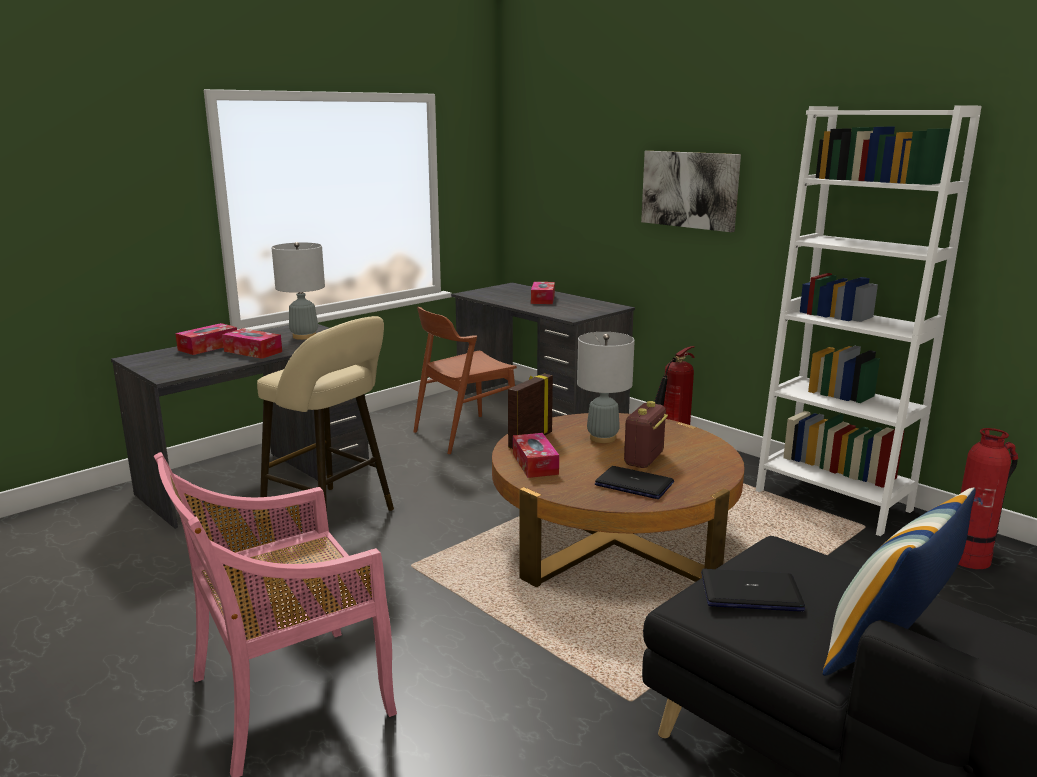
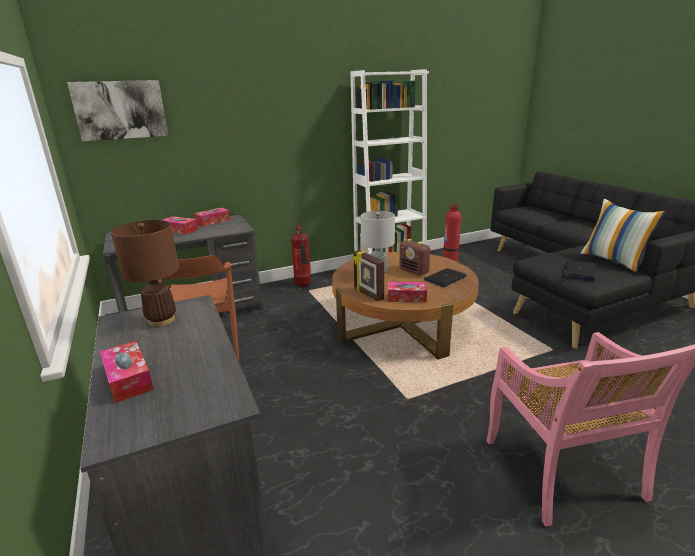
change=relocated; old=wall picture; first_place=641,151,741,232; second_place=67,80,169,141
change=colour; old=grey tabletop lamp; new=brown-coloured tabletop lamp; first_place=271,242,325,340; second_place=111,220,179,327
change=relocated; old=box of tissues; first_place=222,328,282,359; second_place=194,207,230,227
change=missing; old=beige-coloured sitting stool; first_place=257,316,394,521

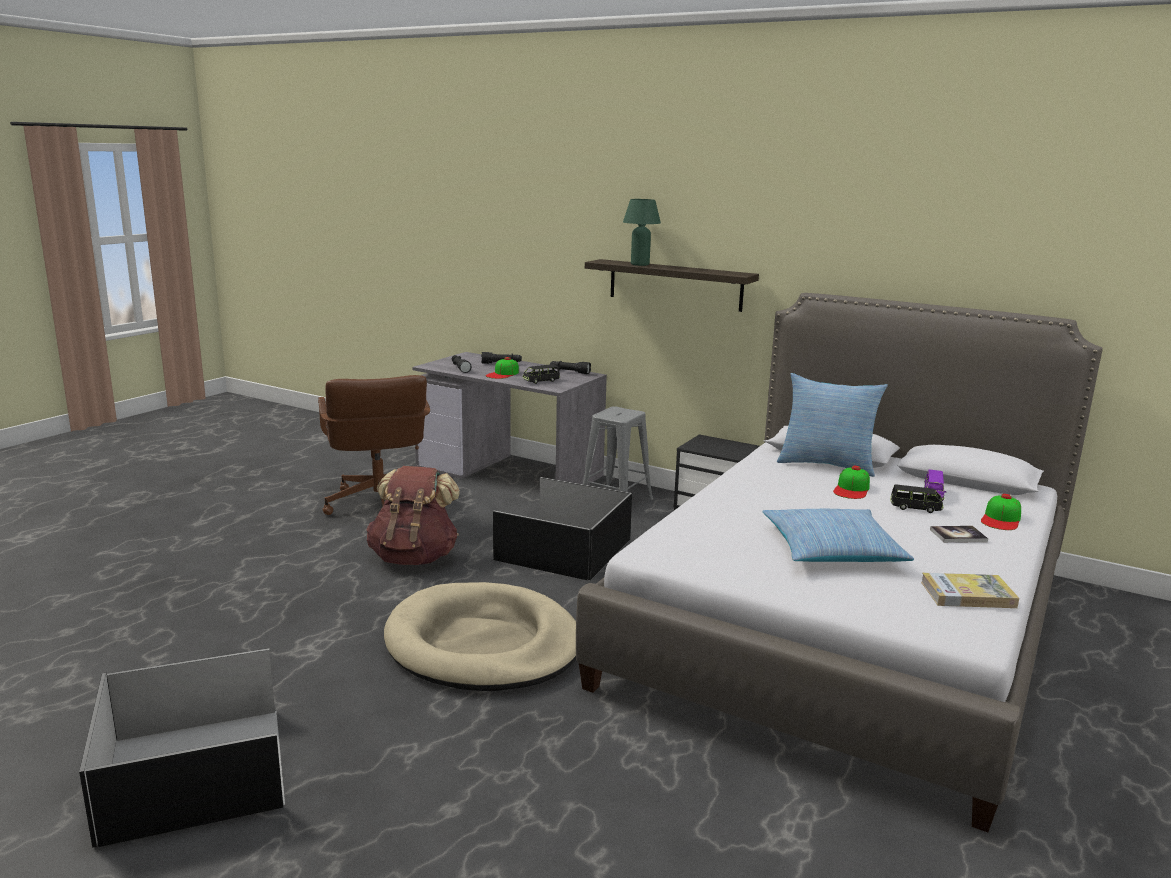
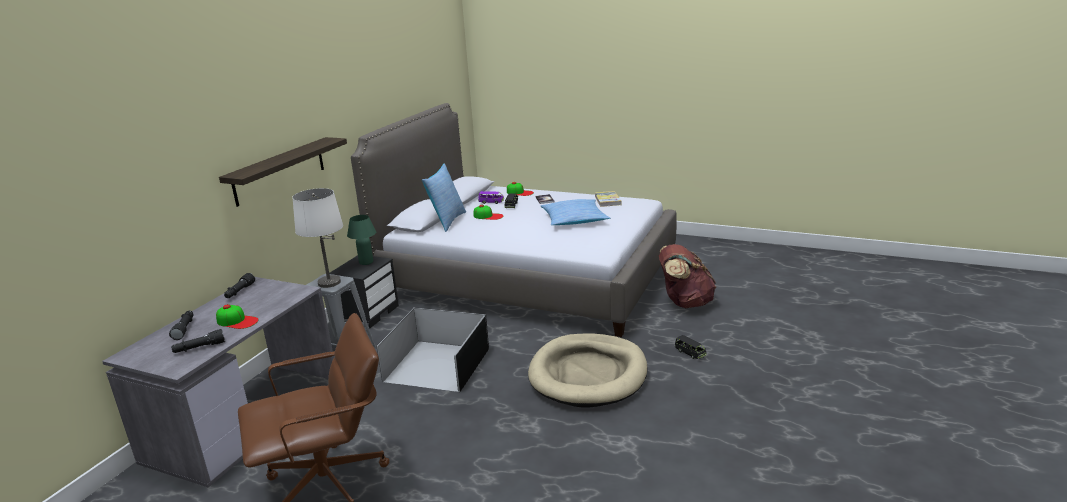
change=appeared; new=white-coloured tabletop lamp; second_place=292,188,343,288
change=relocated; old=greenish tabletop lamp; first_place=623,199,661,266; second_place=347,215,376,265
change=relocated; old=brown-coloured backpack; first_place=367,466,460,565; second_place=659,244,716,308
change=relocated; old=black miniature car; first_place=522,364,560,384; second_place=675,335,707,359
change=missing; old=black storage box; first_place=79,648,285,848

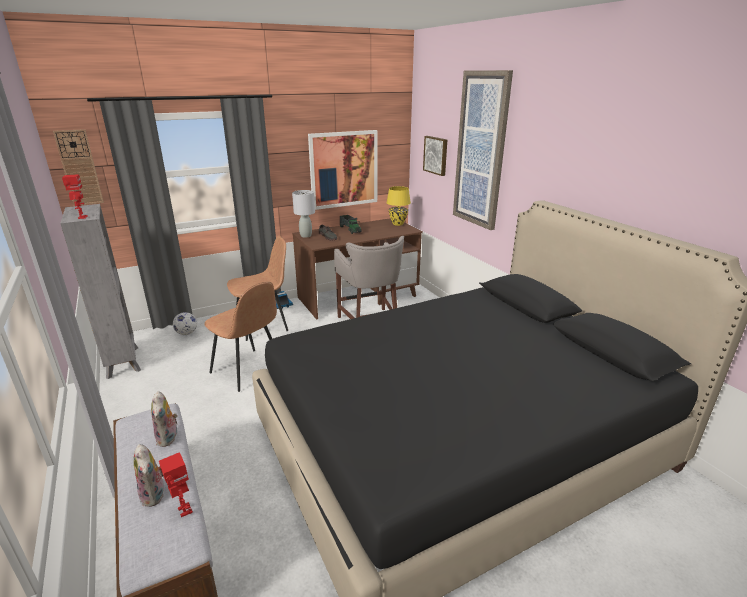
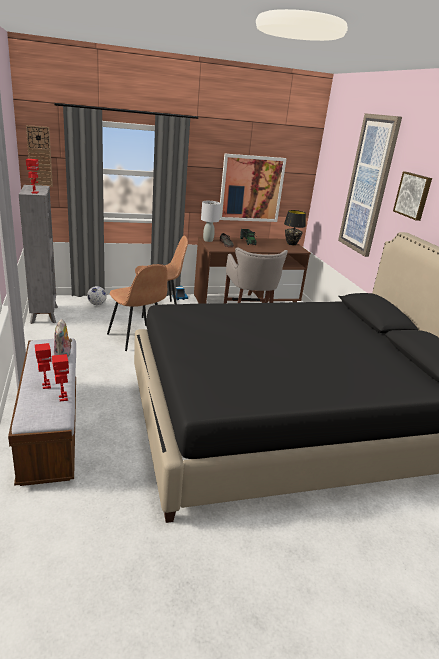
change=exchanged; old=soft toy; new=model robot; first_place=134,444,164,507; second_place=35,343,51,389
change=colour; old=yellow tabletop lamp; new=black tabletop lamp; first_place=386,186,411,226; second_place=284,210,306,245
change=relocated; old=wall picture; first_place=423,136,447,176; second_place=393,172,432,221

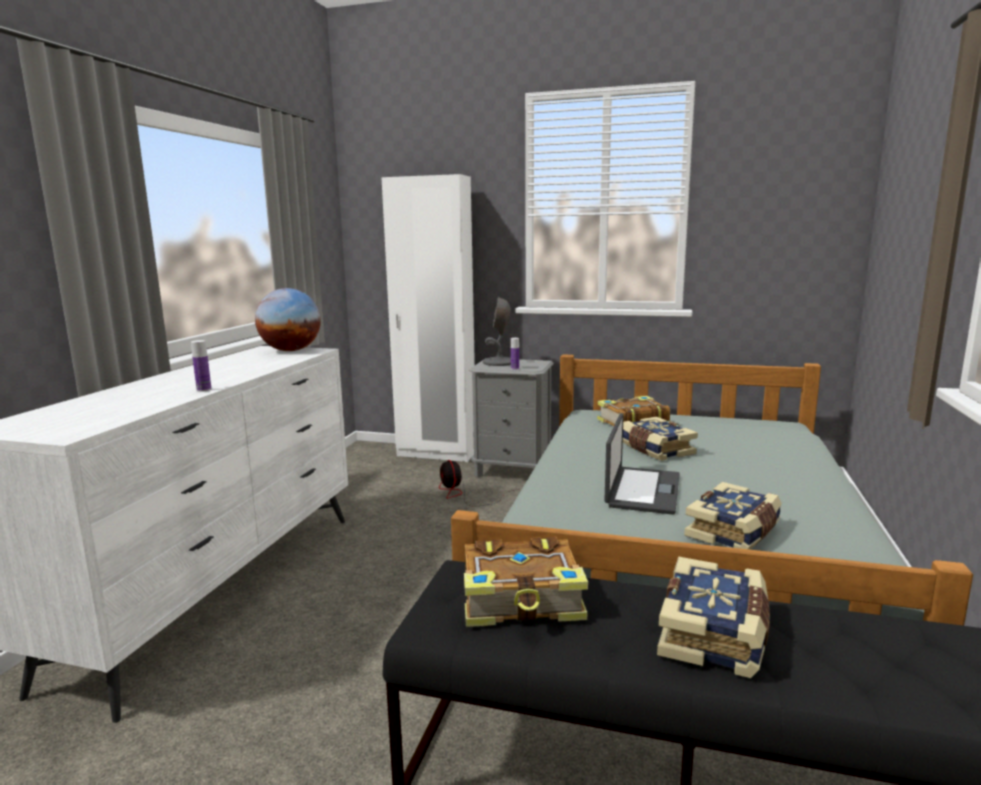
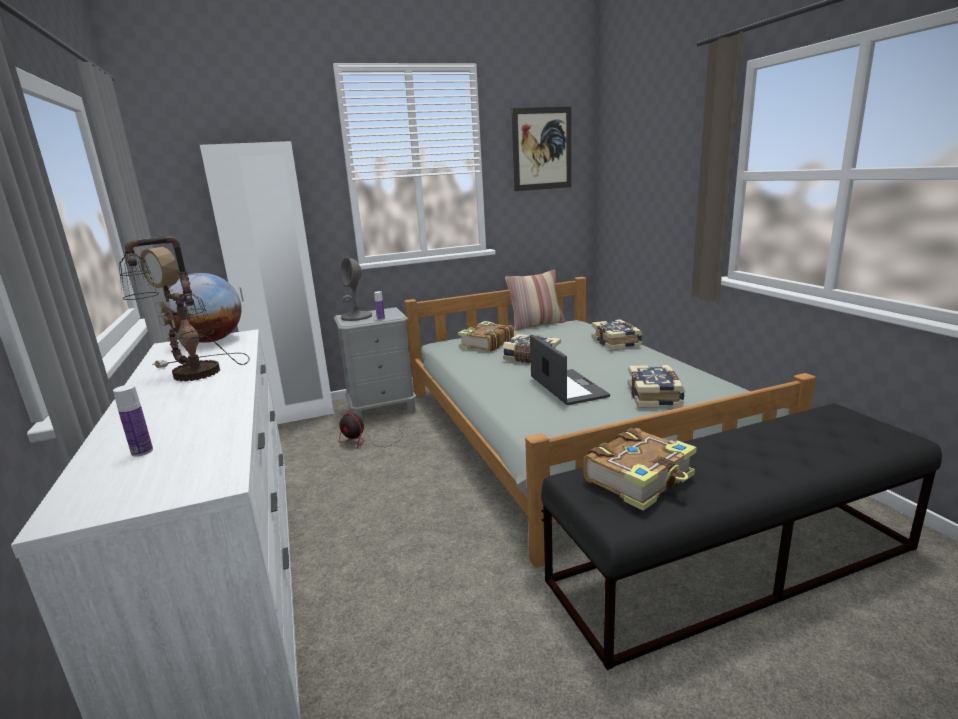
change=relocated; old=drink bottle; first_place=191,340,211,392; second_place=113,385,153,457
change=appeared; new=tabletop lamp; second_place=119,236,249,381
change=appeared; new=throw pillow; second_place=505,270,565,331
change=appeared; new=wall picture; second_place=512,106,571,191
change=relocated; old=bound book; first_place=657,557,770,678; second_place=592,319,643,350

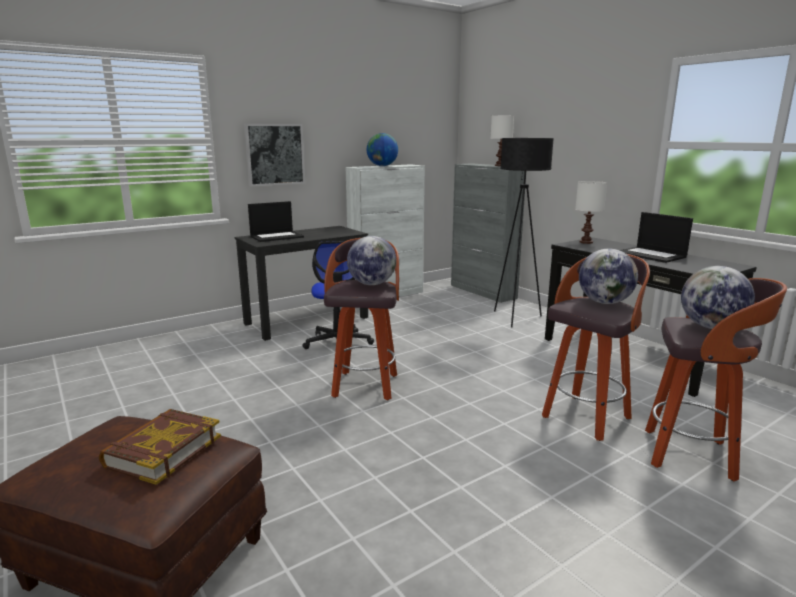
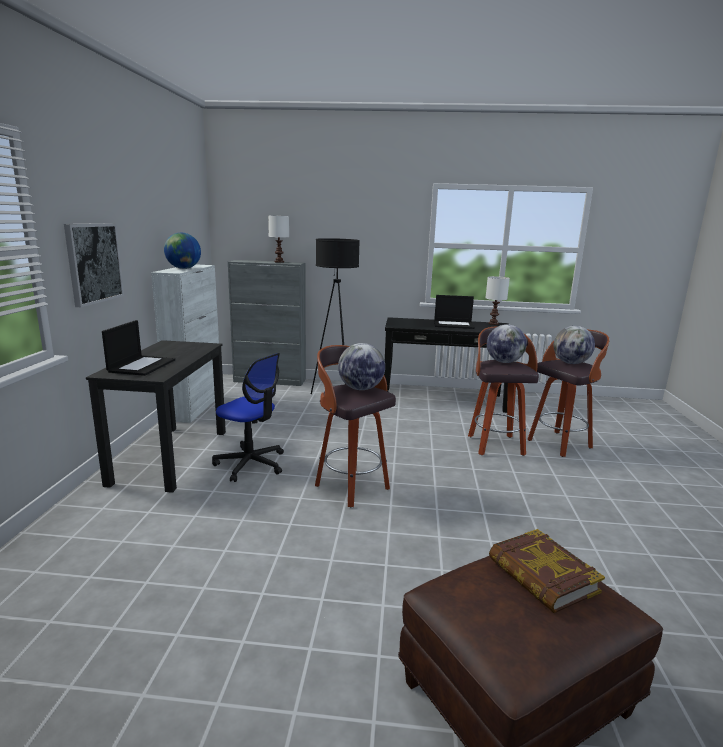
change=relocated; old=white-coloured tabletop lamp; first_place=575,181,607,244; second_place=486,276,510,325

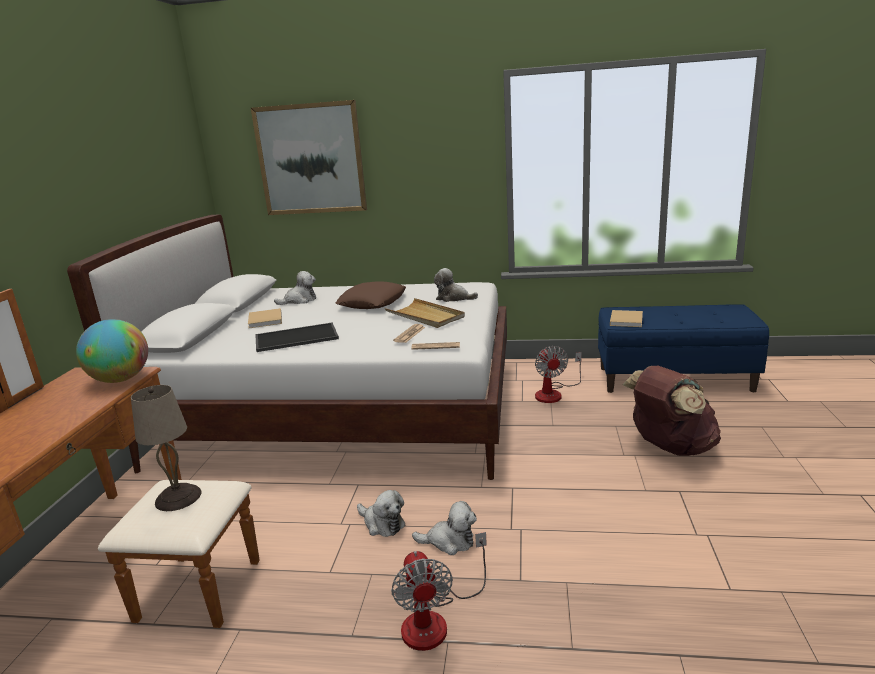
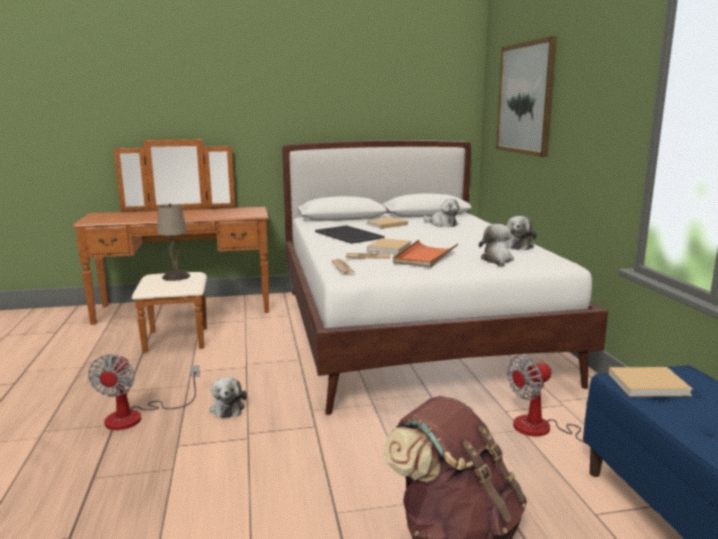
change=spun; old=cooling fan; first_place=391,532,487,651; second_place=88,354,200,430; degrees=-60
change=appeared; new=beige-coloured bound book; second_place=367,238,411,254
change=colour; old=beige-coloured serving tray; new=orangey serving tray; first_place=385,298,465,328; second_place=393,240,458,268
change=relocated; old=soft toy; first_place=357,490,406,537; second_place=507,216,537,250
change=missing; old=desk globe; first_place=76,319,148,383
change=missing; old=brown-coloured throw pillow; first_place=335,281,406,309

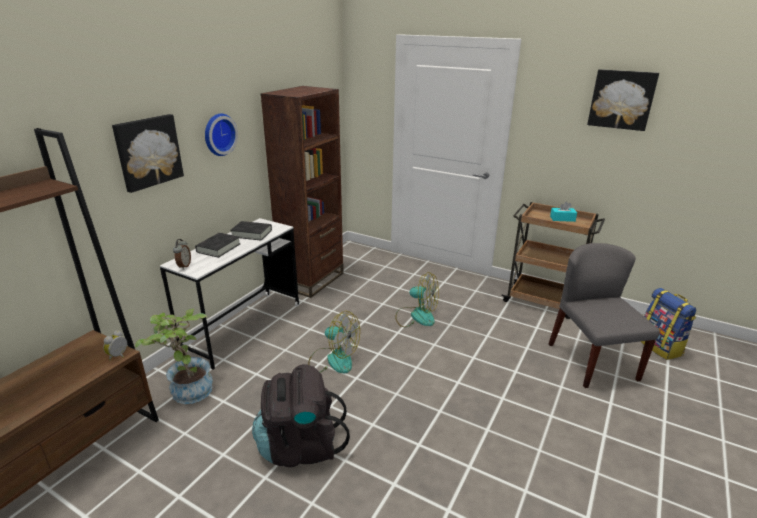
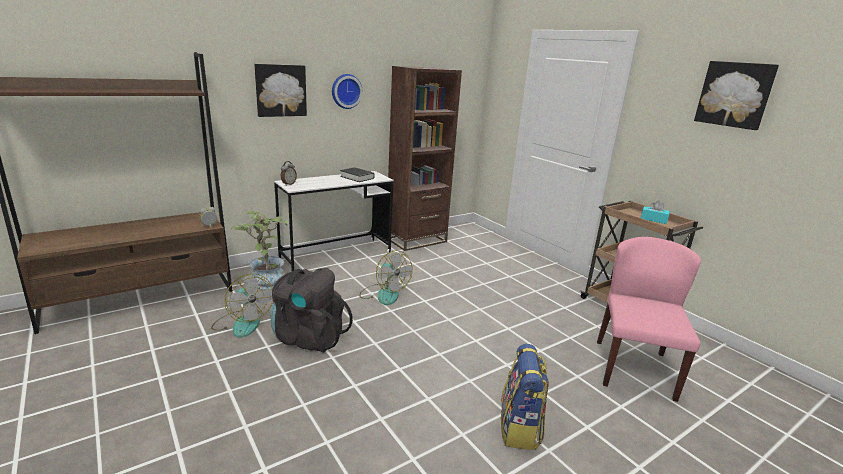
change=relocated; old=cooling fan; first_place=395,272,439,327; second_place=211,274,273,338
change=relocated; old=backpack; first_place=640,288,696,360; second_place=501,344,549,450
change=colour; old=grey plain chair; new=pink plain chair; first_place=549,243,660,388; second_place=597,237,701,402
change=missing; old=black bound book; first_place=195,233,241,258

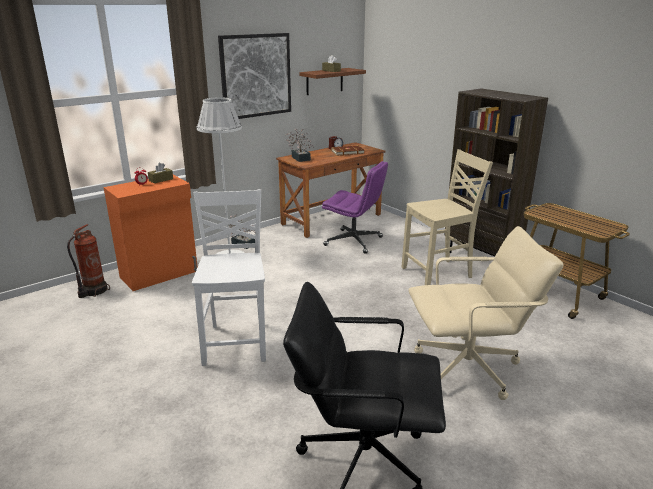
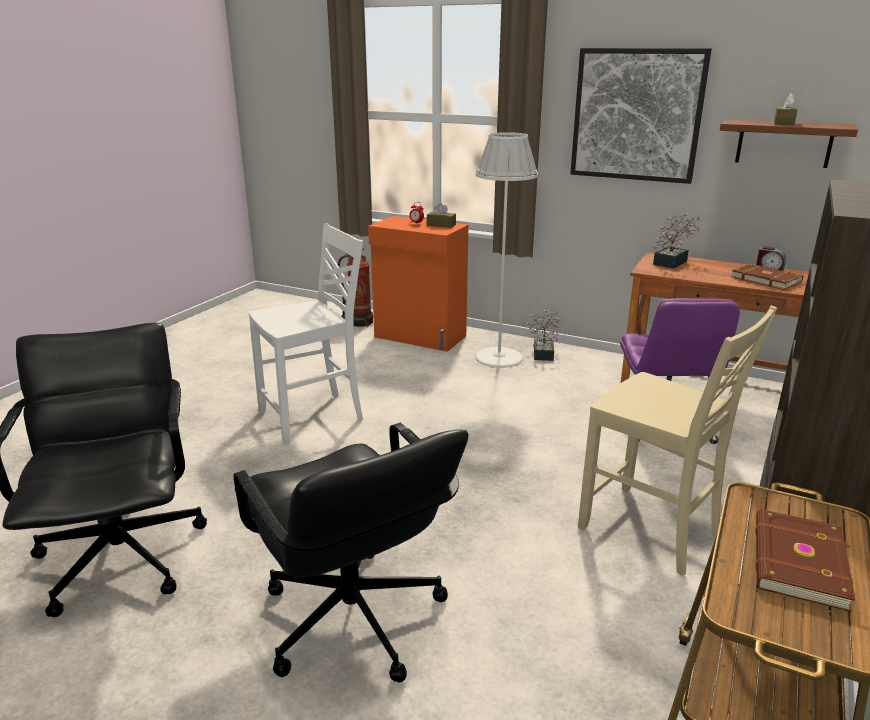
change=colour; old=beige-coloured office chair; new=black office chair; first_place=409,226,564,400; second_place=234,423,469,683
change=appeared; new=brown-coloured bound book; second_place=755,509,856,612

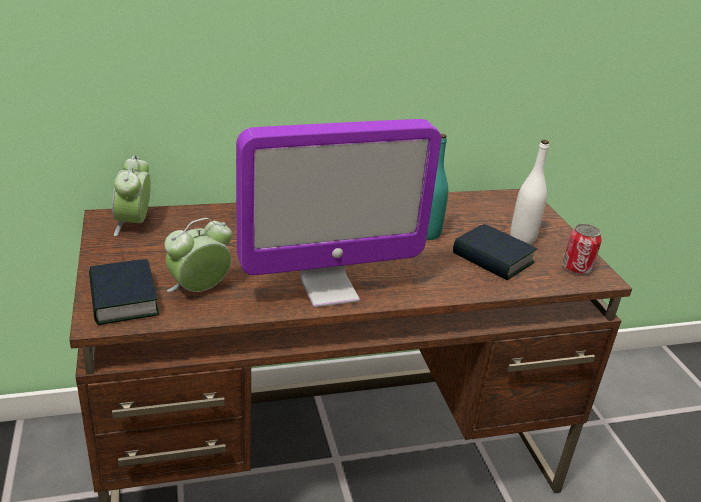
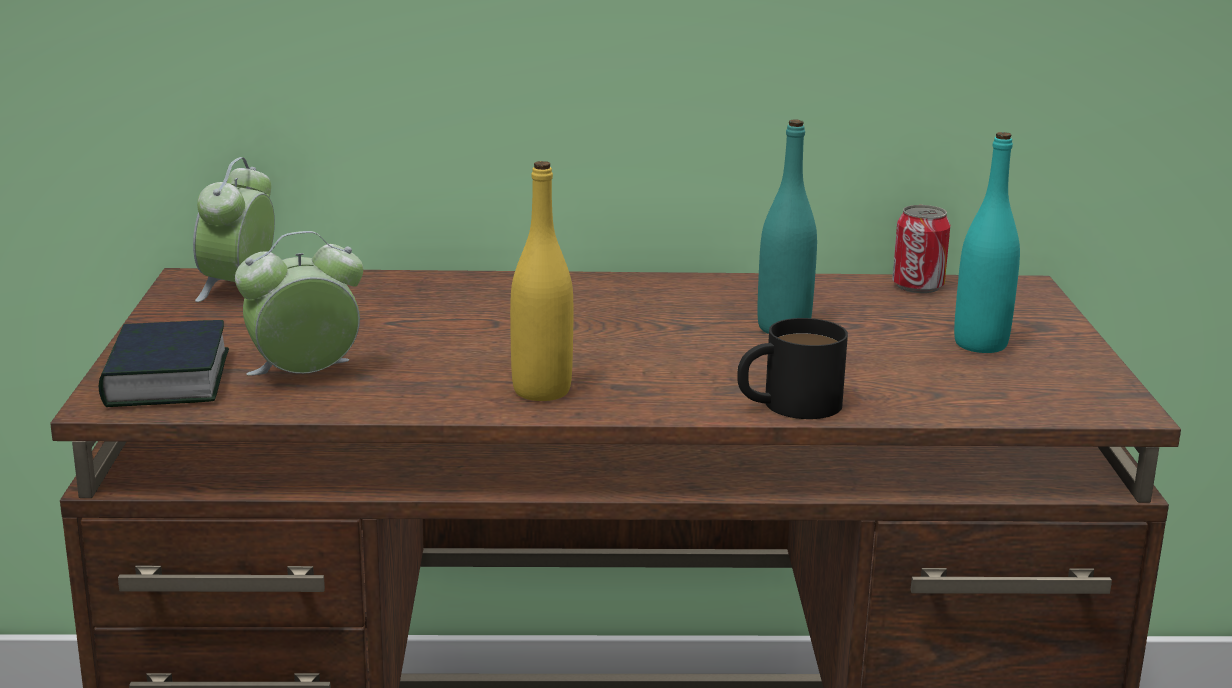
change=exchanged; old=computer display; new=yellow drink bottle; first_place=236,119,441,308; second_place=510,161,573,401
change=appeared; new=black coffee mug; second_place=737,318,848,419
change=relocated; old=can; first_place=563,224,602,275; second_place=892,205,950,293
change=colour; old=white-coloured drink bottle; new=turquoise-coloured drink bottle; first_place=510,140,549,244; second_place=954,132,1020,353
change=missing; old=bound book; first_place=453,224,537,280

